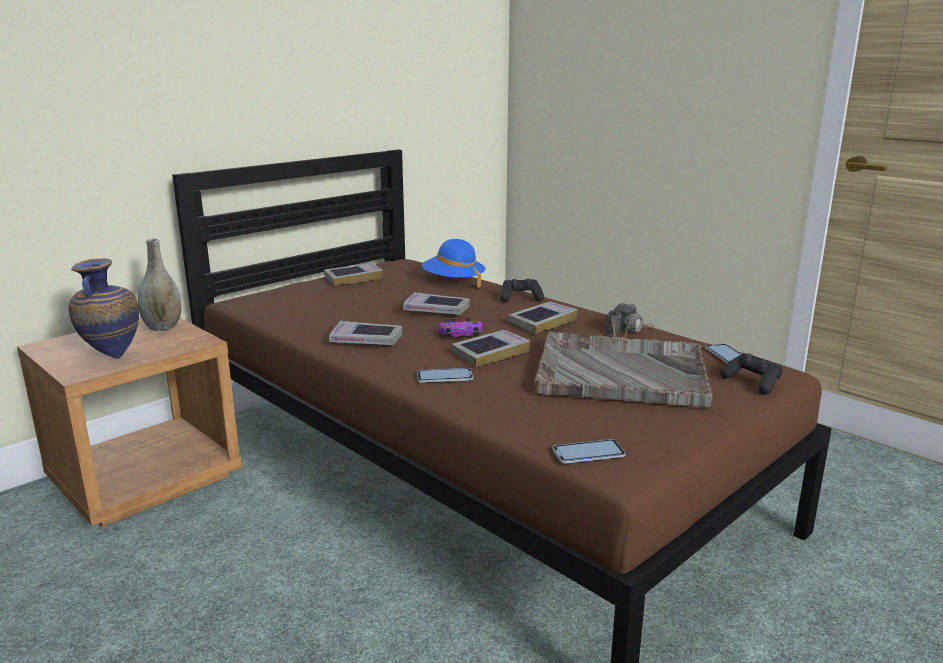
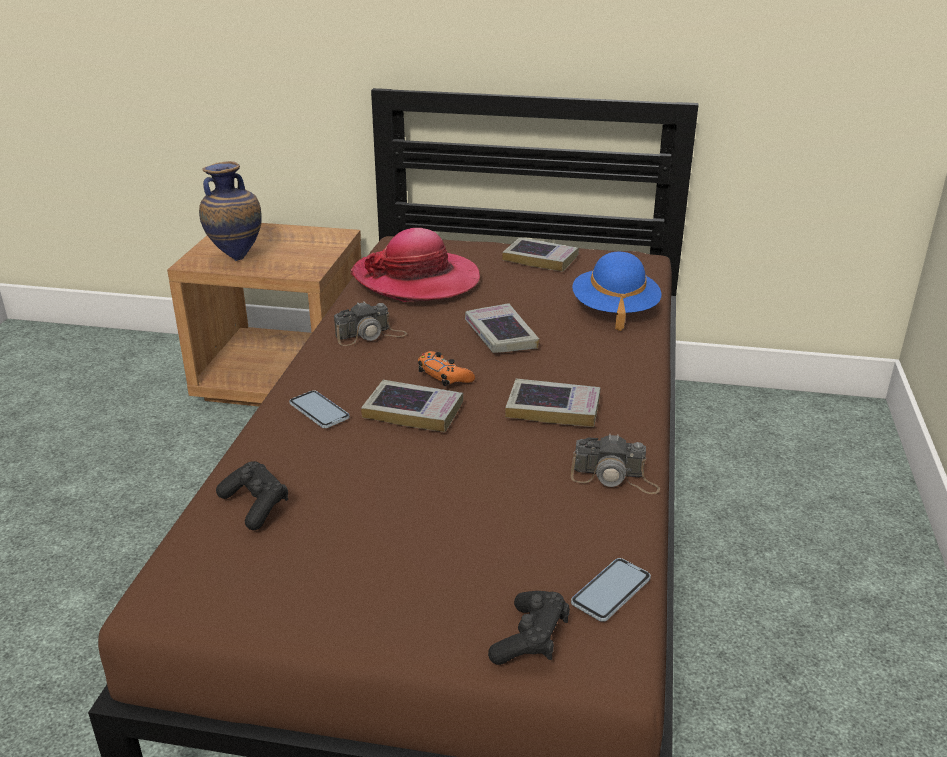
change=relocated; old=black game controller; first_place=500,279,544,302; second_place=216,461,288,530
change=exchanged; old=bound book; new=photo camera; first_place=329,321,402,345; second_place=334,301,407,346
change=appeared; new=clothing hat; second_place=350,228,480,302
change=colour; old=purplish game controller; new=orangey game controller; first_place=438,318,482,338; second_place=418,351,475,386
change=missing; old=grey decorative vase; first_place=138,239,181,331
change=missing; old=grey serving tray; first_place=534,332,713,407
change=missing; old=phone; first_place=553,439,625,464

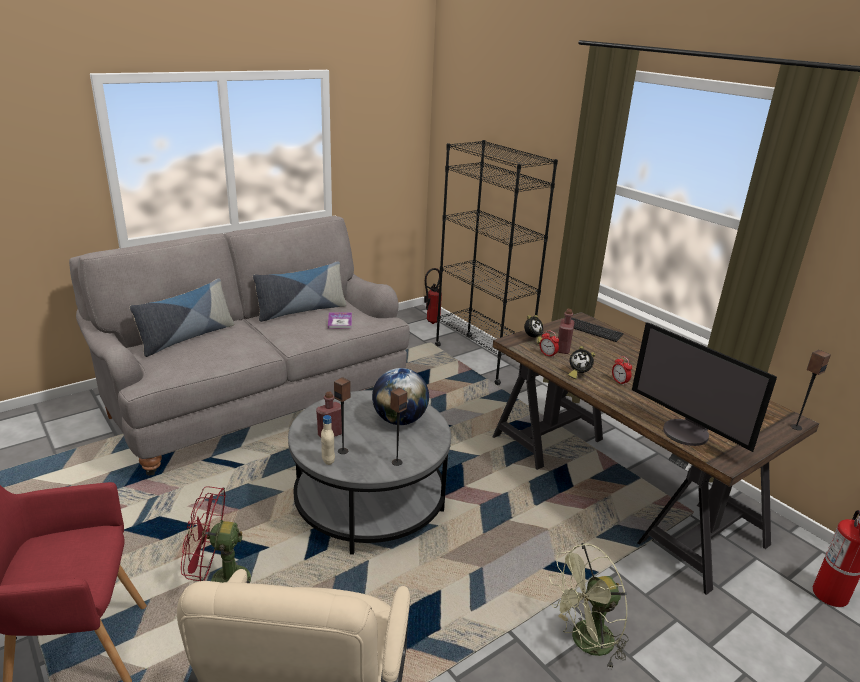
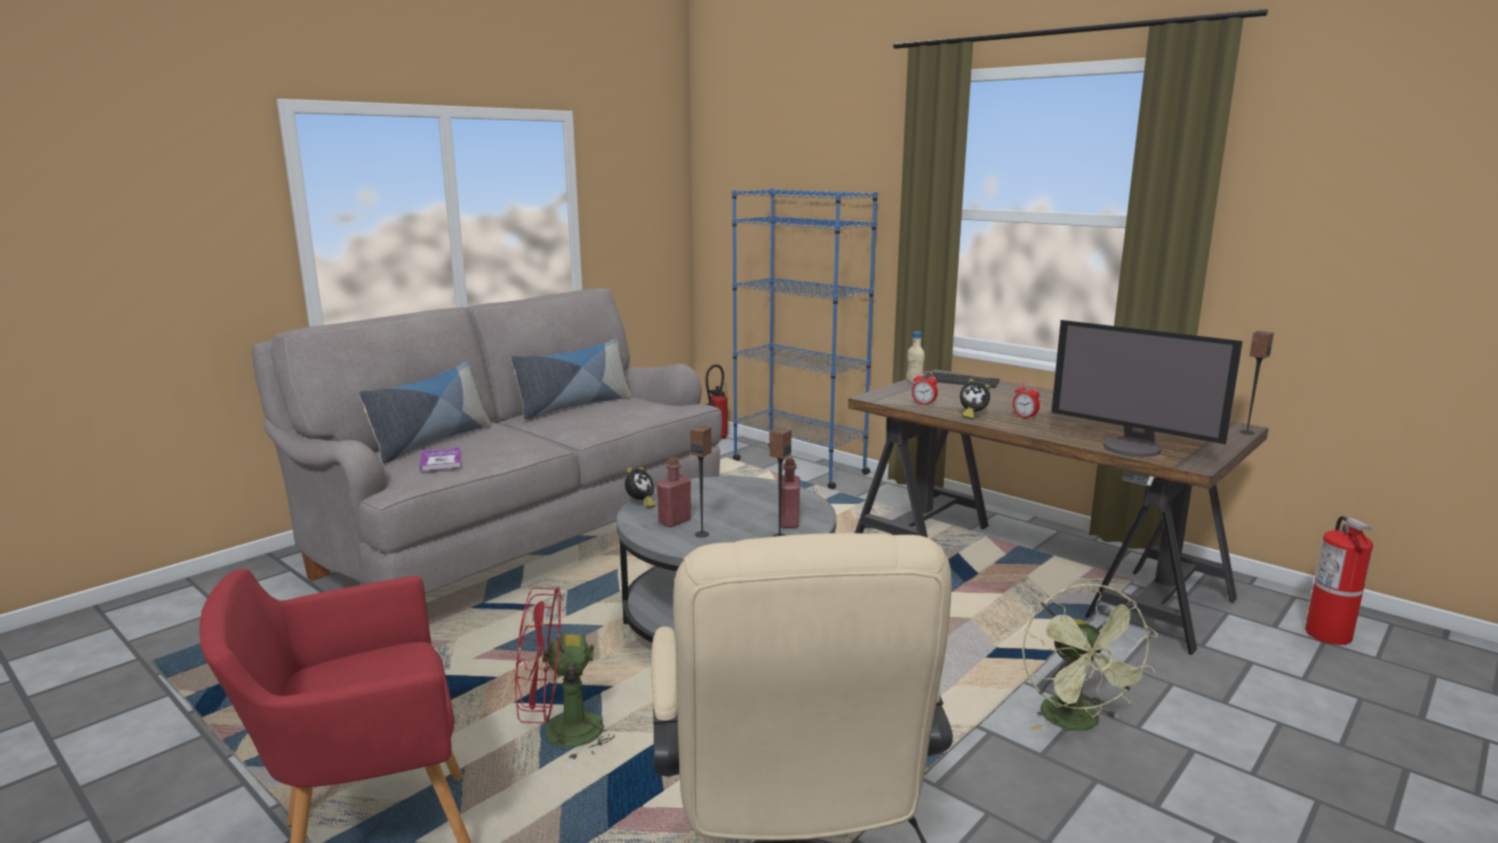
change=relocated; old=bound book; first_place=328,312,352,329; second_place=420,447,461,471
change=relocated; old=alarm clock; first_place=524,315,543,344; second_place=625,467,656,508
change=colour; old=black bookshelf; new=bluish bookshelf; first_place=435,140,558,385; second_place=732,189,878,489
change=relocated; old=red drink bottle; first_place=558,309,574,354; second_place=781,458,800,528
change=relocated; old=beige-coloured drink bottle; first_place=321,415,335,465; second_place=906,332,925,385
change=spun; old=greenish cooling fan; first_place=549,543,629,670; second_place=1022,583,1158,731; degrees=-60
change=missing; old=desk globe; first_place=372,368,429,425

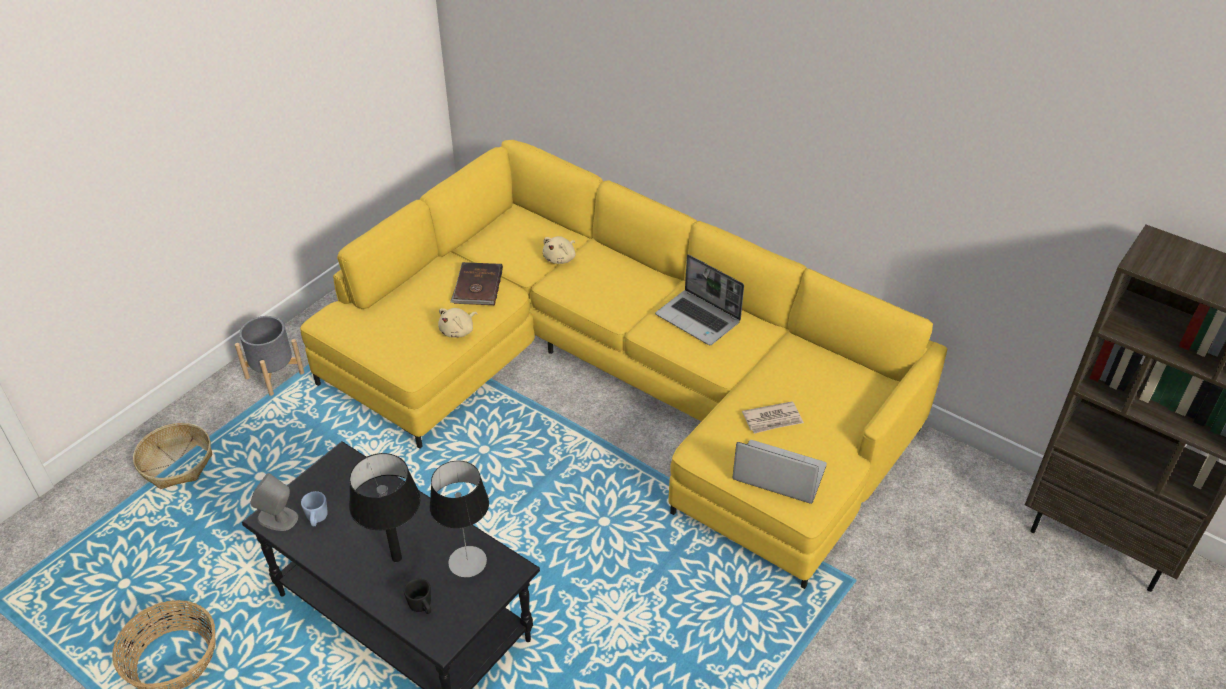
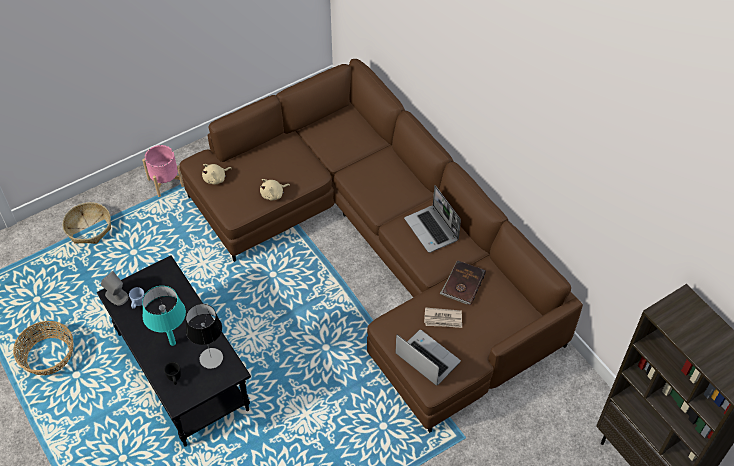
change=colour; old=grey flower pot; new=pink flower pot; first_place=235,316,305,396; second_place=142,145,184,197
change=colour; old=black tabletop lamp; new=turquoise-coloured tabletop lamp; first_place=349,453,420,562; second_place=142,286,186,346
change=colour; old=yellow sofa; new=brown-coloured sofa; first_place=300,140,948,589; second_place=180,59,583,433
change=relocated; old=beige-coloured soft toy; first_place=543,236,575,264; second_place=202,164,232,184
change=relocated; old=brown-coloured bound book; first_place=450,262,503,306; second_place=440,260,486,305

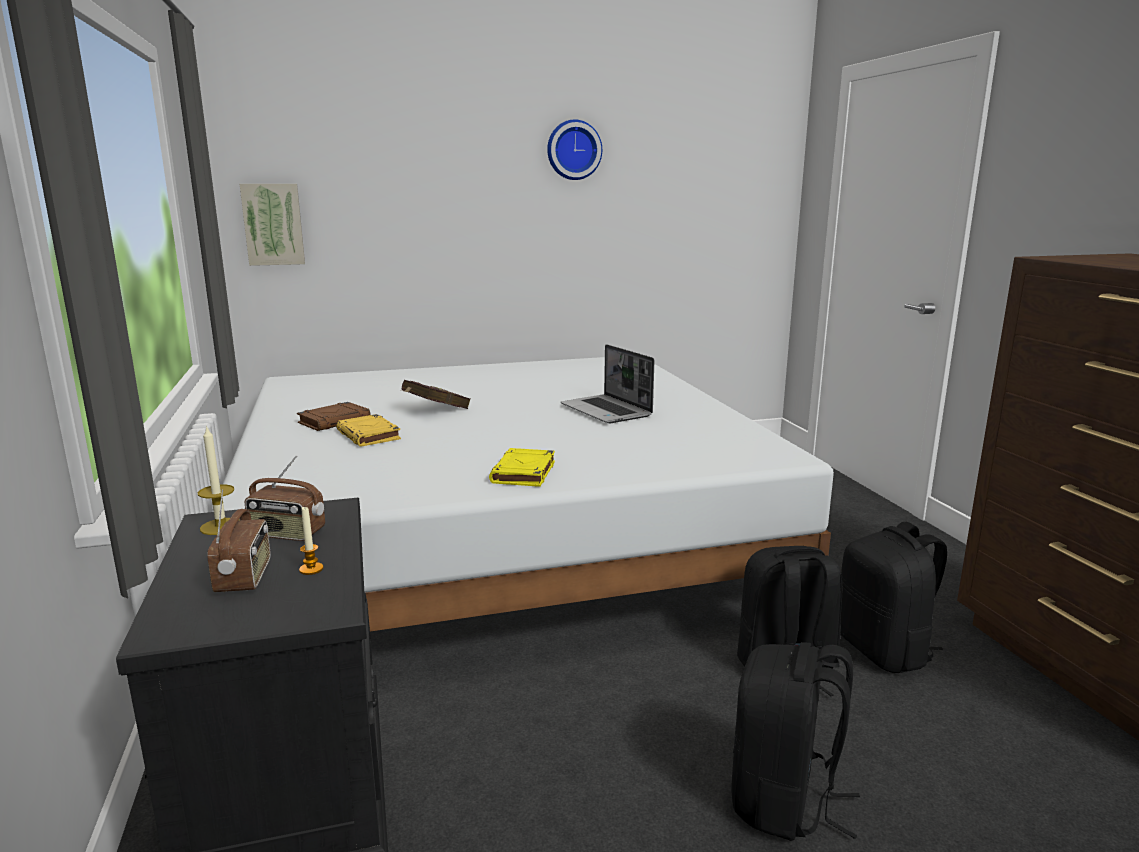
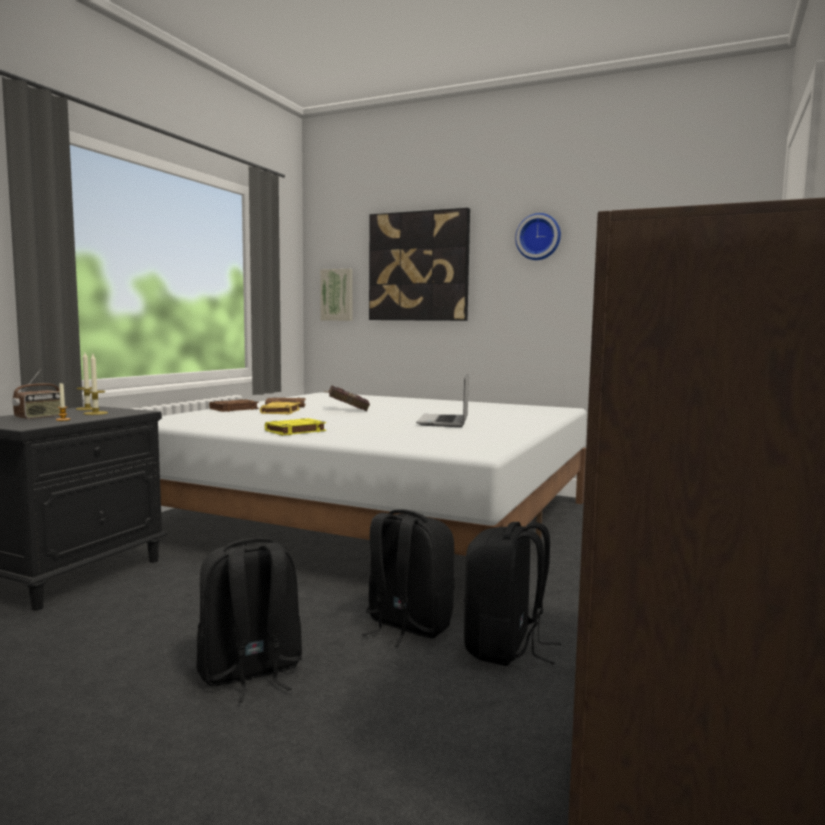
change=exchanged; old=radio set; new=candle; first_place=245,455,325,541; second_place=83,354,108,415
change=appeared; new=brown-coloured bound book; second_place=209,399,259,412
change=appeared; new=wall picture; second_place=369,208,470,321

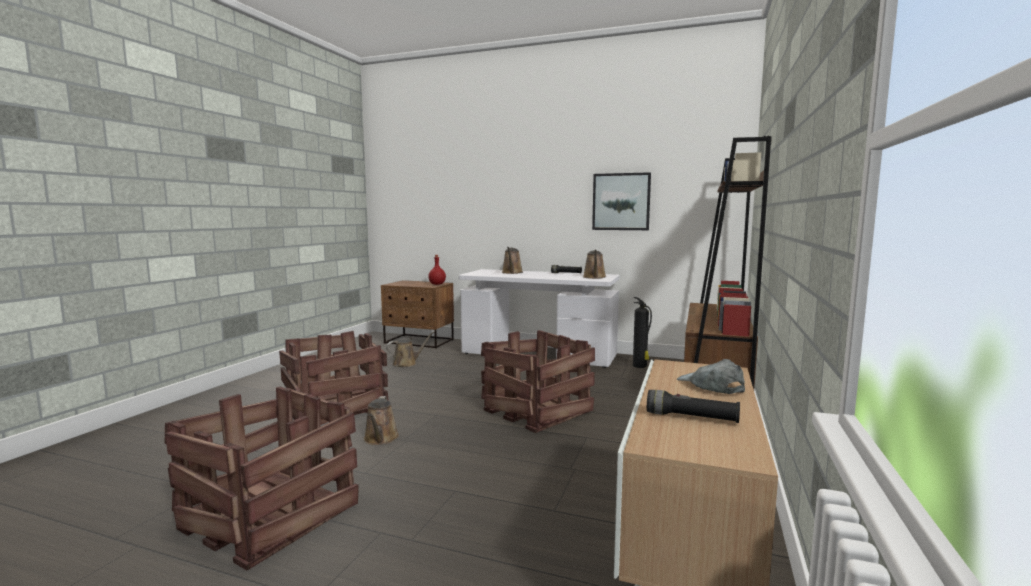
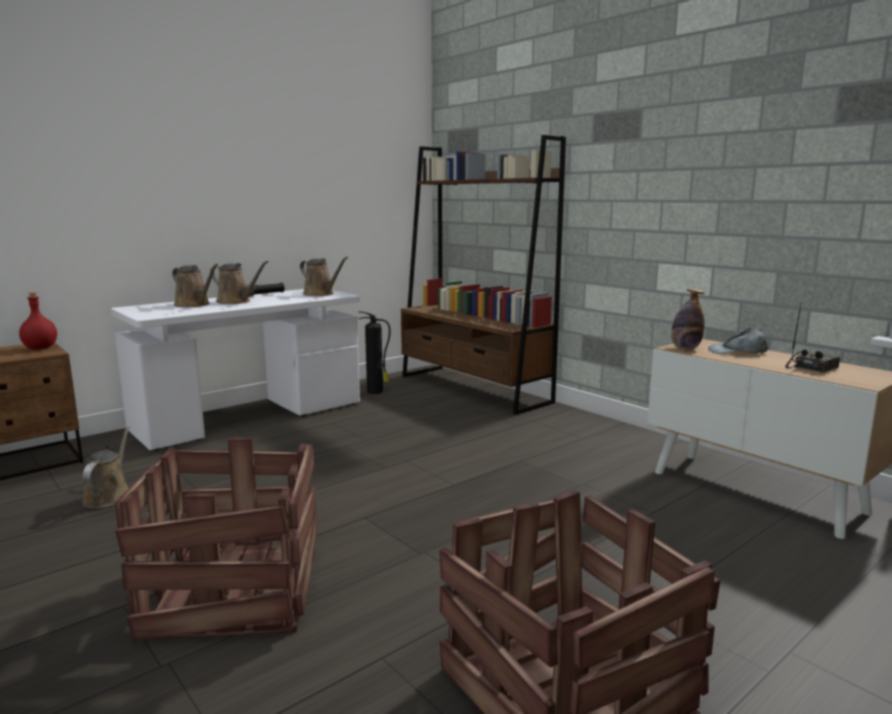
change=relocated; old=brown-coloured watering pot; first_place=364,396,399,445; second_place=210,261,268,304
change=appeared; new=drink bottle; second_place=671,288,704,349
change=exchanged; old=black torch; new=radio set; first_place=647,390,740,423; second_place=785,305,840,373
change=missing; old=crate; first_place=481,330,595,433
change=missing; old=wall picture; first_place=592,172,651,230

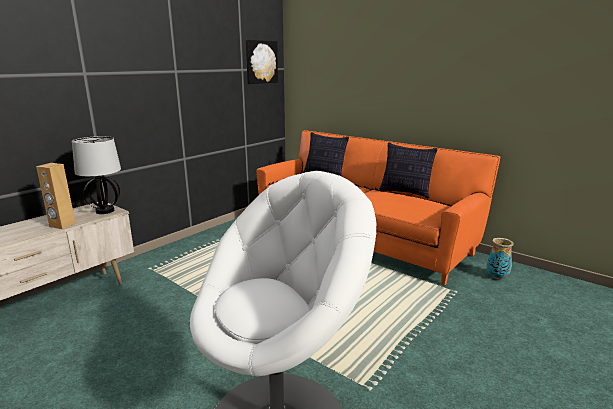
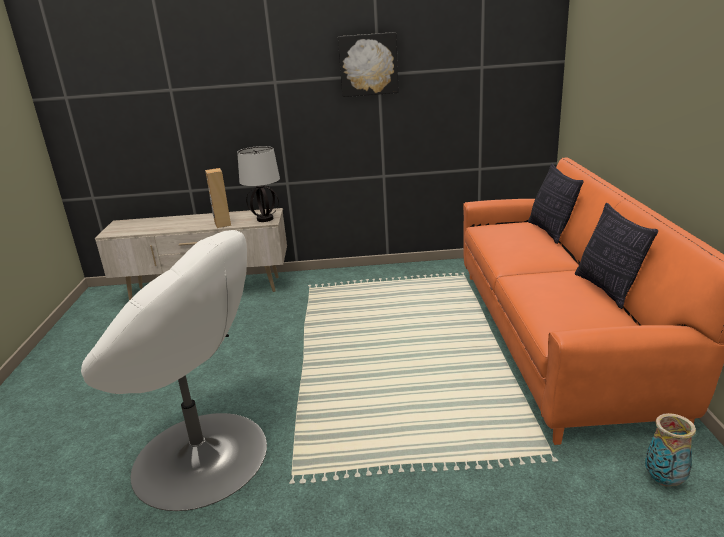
change=relocated; old=wall picture; first_place=246,40,278,84; second_place=338,32,399,97

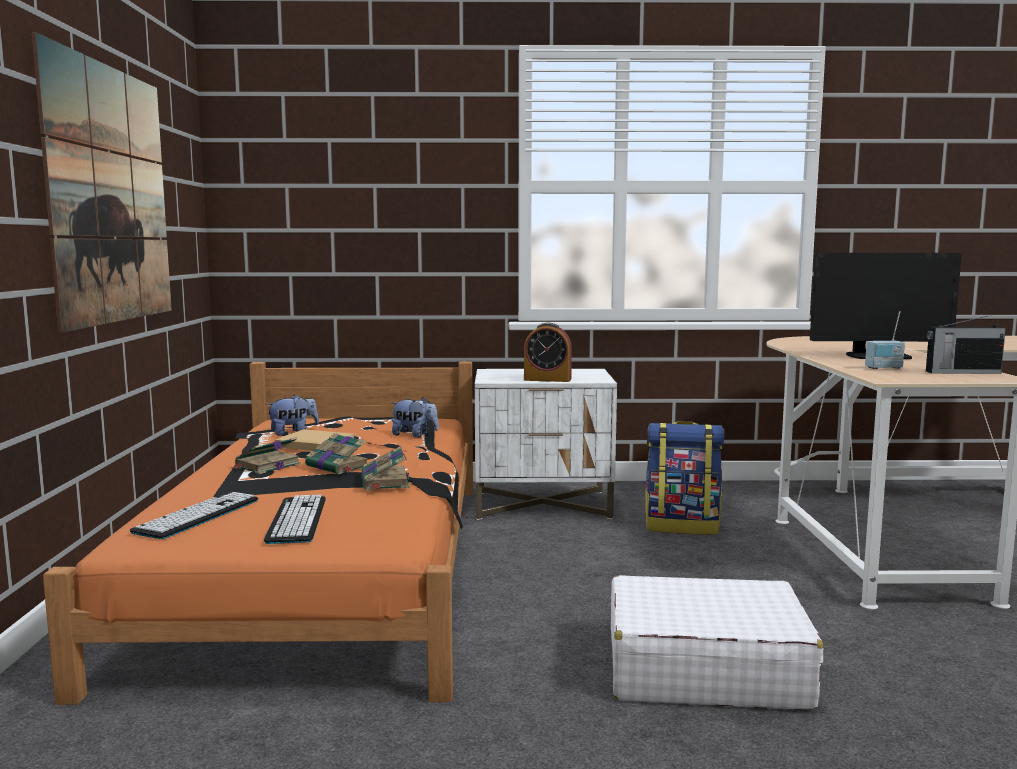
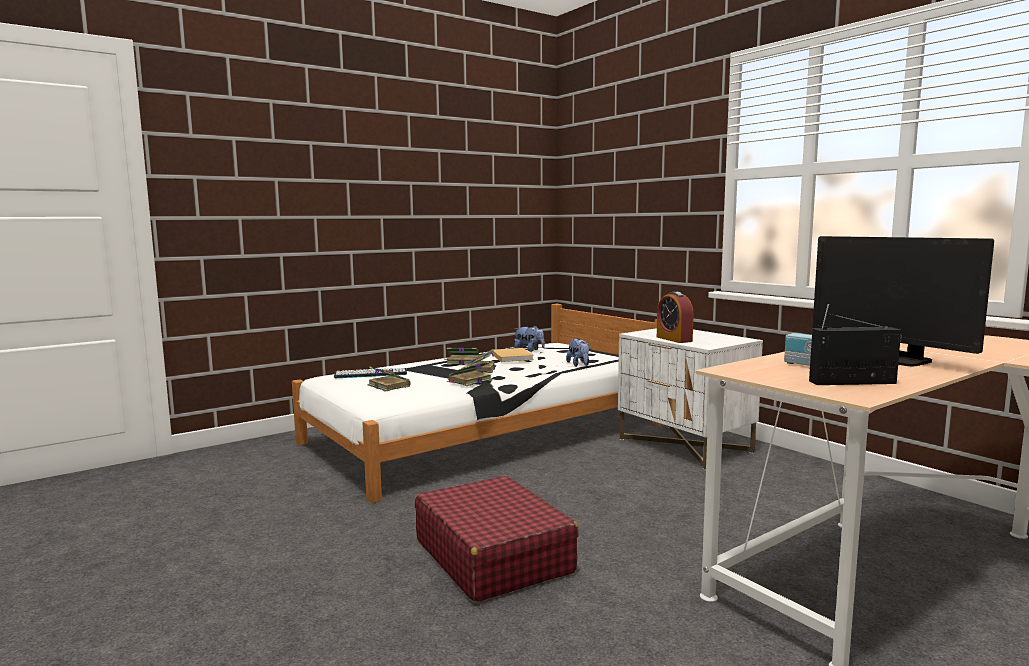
change=colour; old=orangey bed; new=white-coloured bed; first_place=43,362,473,705; second_place=292,304,664,504
change=exchanged; old=computer keyboard; new=bound book; first_place=264,495,326,544; second_place=367,366,411,392
change=colour; old=white-coloured travel case; new=red travel case; first_place=611,575,823,710; second_place=415,476,579,602
change=spun; old=radio set; first_place=926,314,1006,374; second_place=809,313,902,385; degrees=120
change=missing; old=wall picture; first_place=32,32,172,333
change=missing; old=backpack; first_place=645,421,725,535

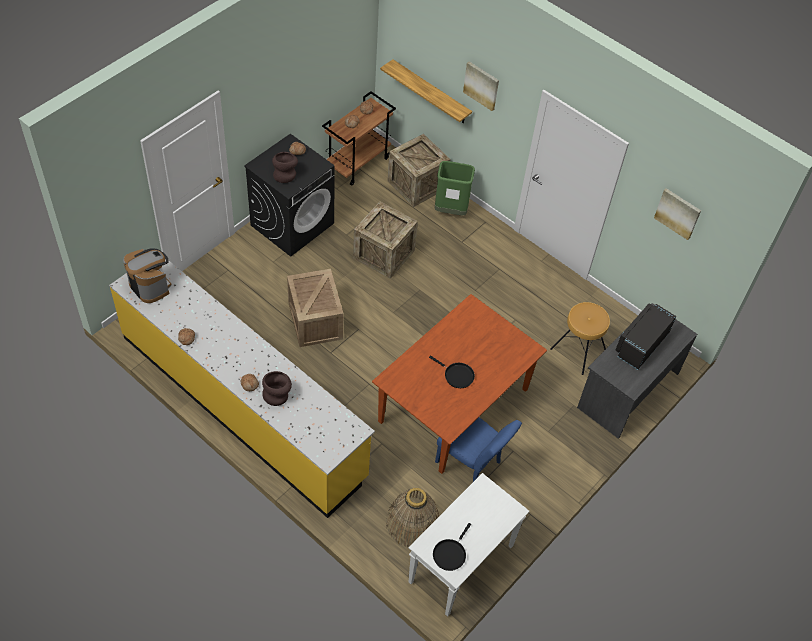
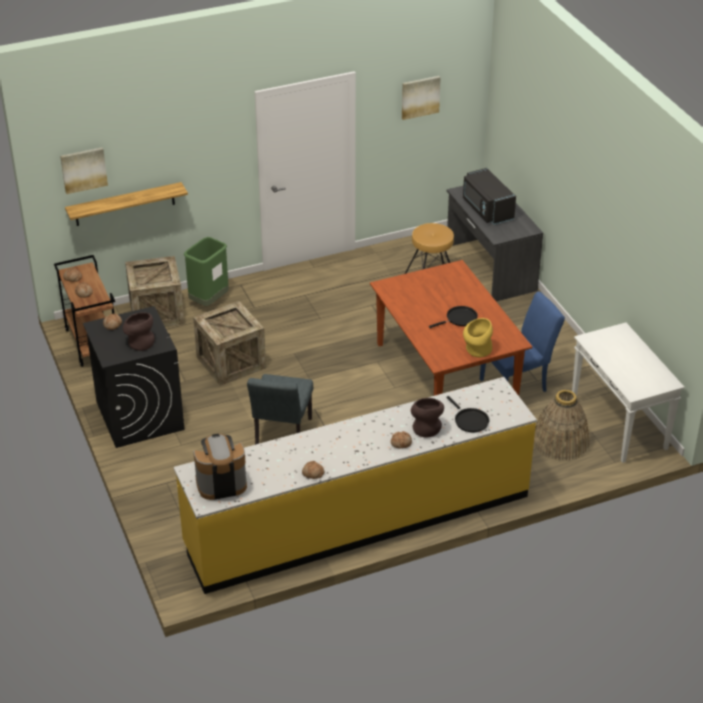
change=relocated; old=wall picture; first_place=463,61,499,111; second_place=60,147,108,194
change=exchanged; old=crate; new=grey plain chair; first_place=287,269,344,347; second_place=247,374,313,445
change=relocated; old=black frying pan; first_place=433,523,471,571; second_place=446,396,489,432
change=appeared; new=yellow decorative vase; second_place=463,318,493,357

